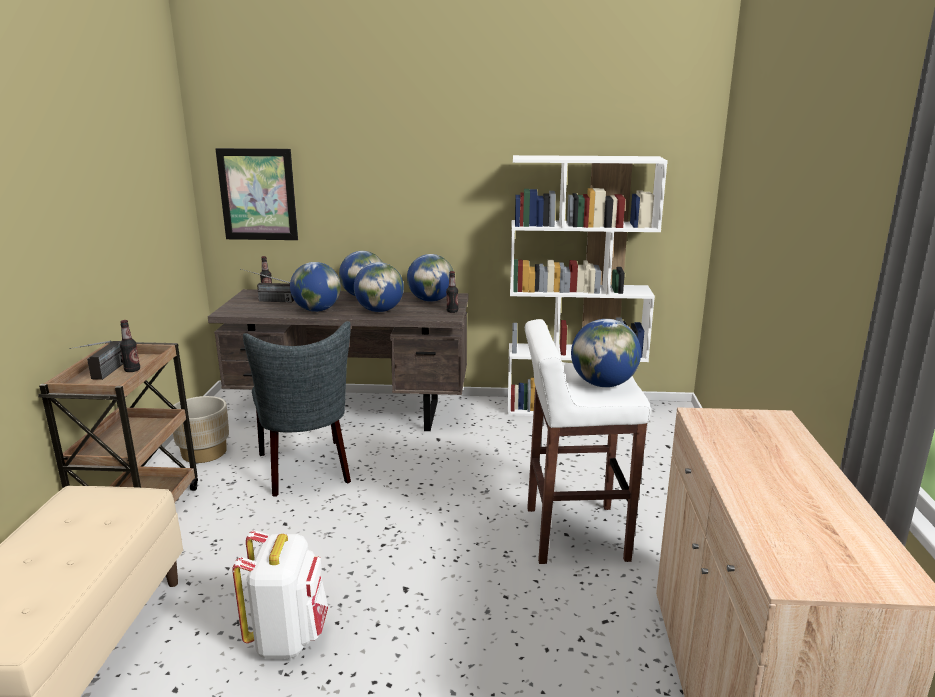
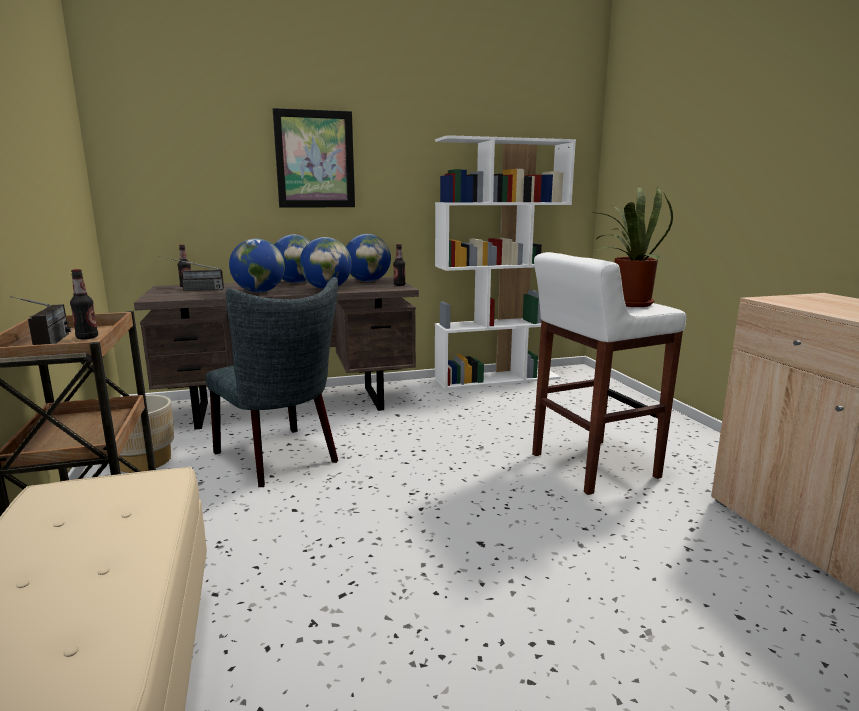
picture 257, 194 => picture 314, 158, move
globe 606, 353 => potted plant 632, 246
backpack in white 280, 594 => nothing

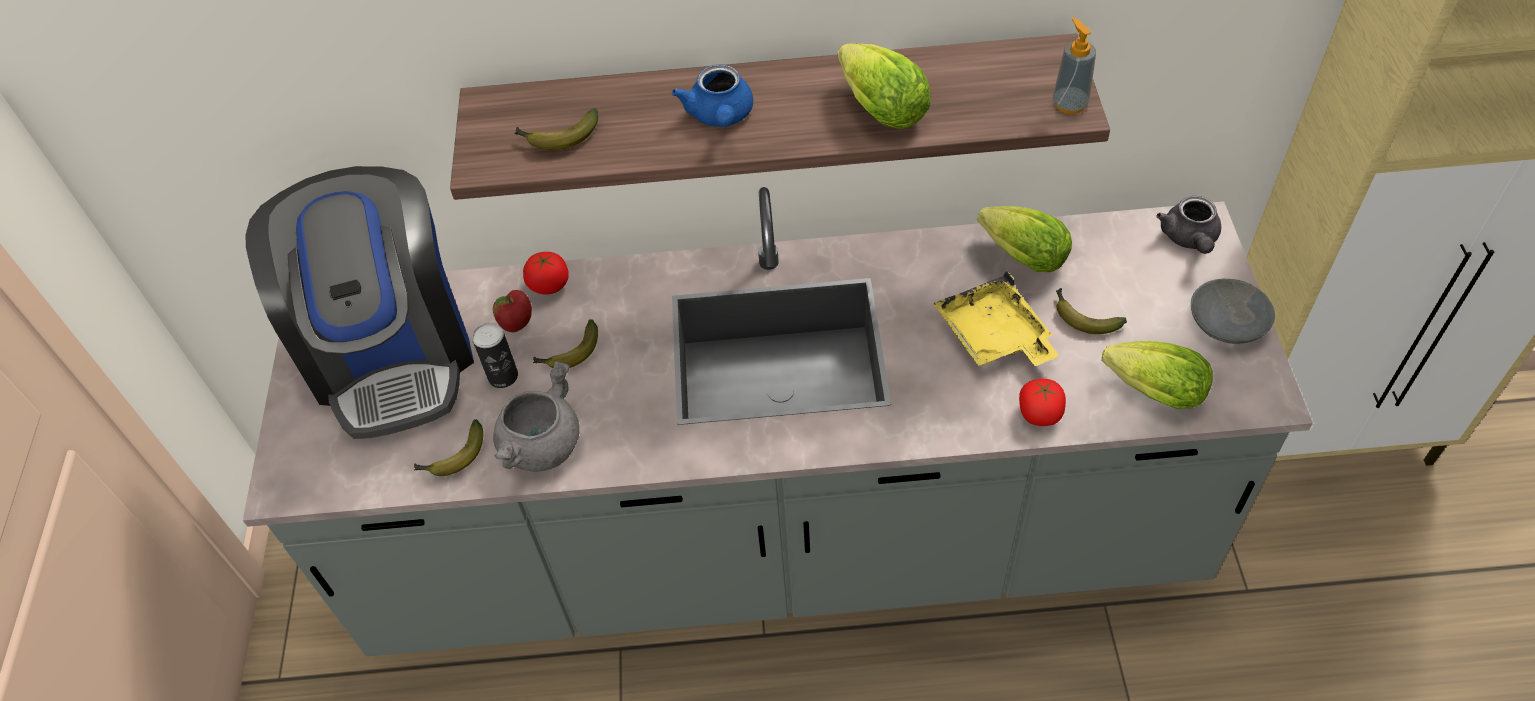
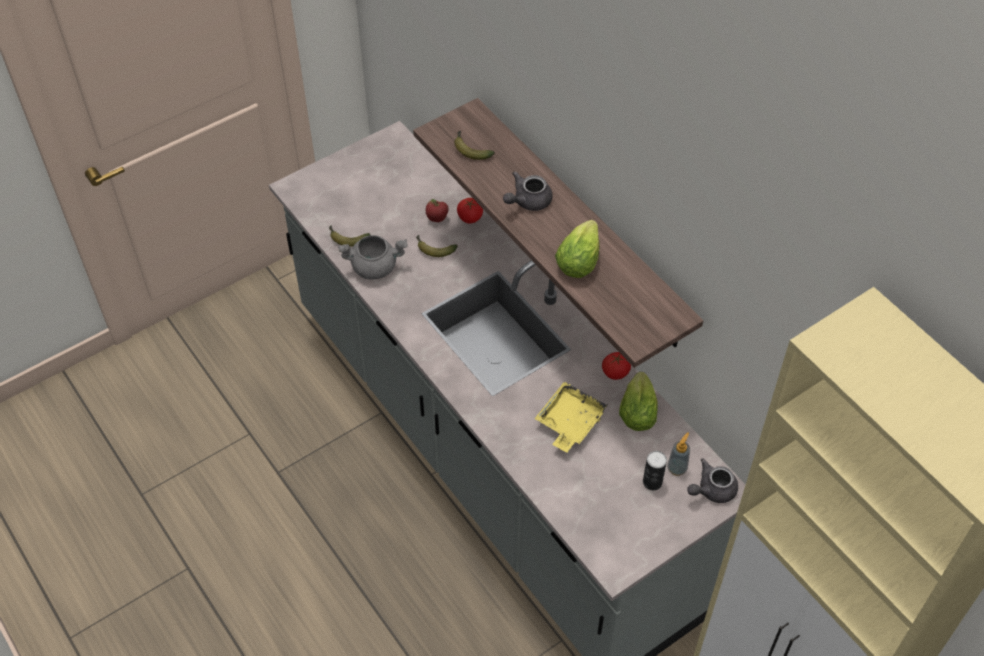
teapot in blue 712, 95 => teapot in grey 528, 191
tomato 1042, 402 => tomato 616, 366, move
can 495, 355 => can 655, 470, move
soap dispenser 1074, 65 => soap dispenser 678, 454, move
coffee machine 359, 302 => nothing
banana 1091, 311 => nothing
lettuce 1157, 375 => nothing
bowl in grey 1233, 311 => nothing

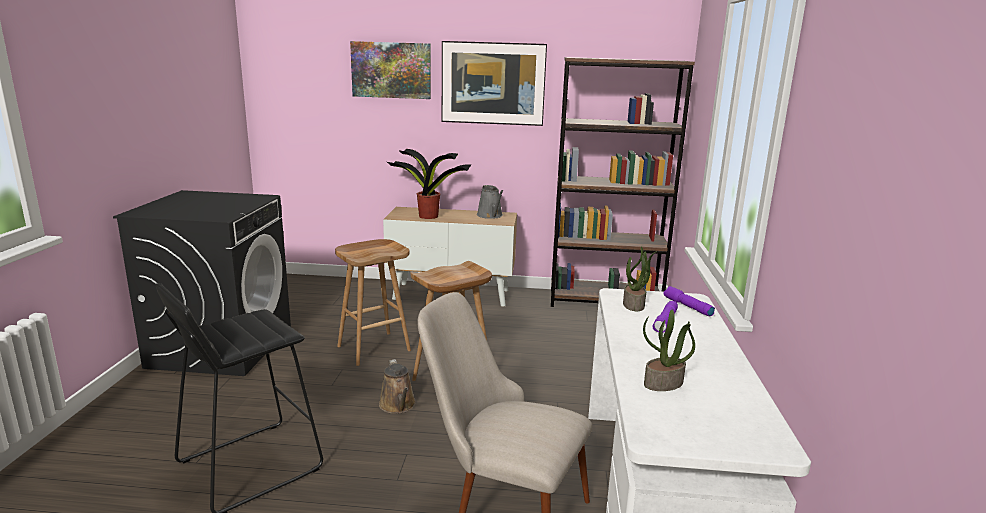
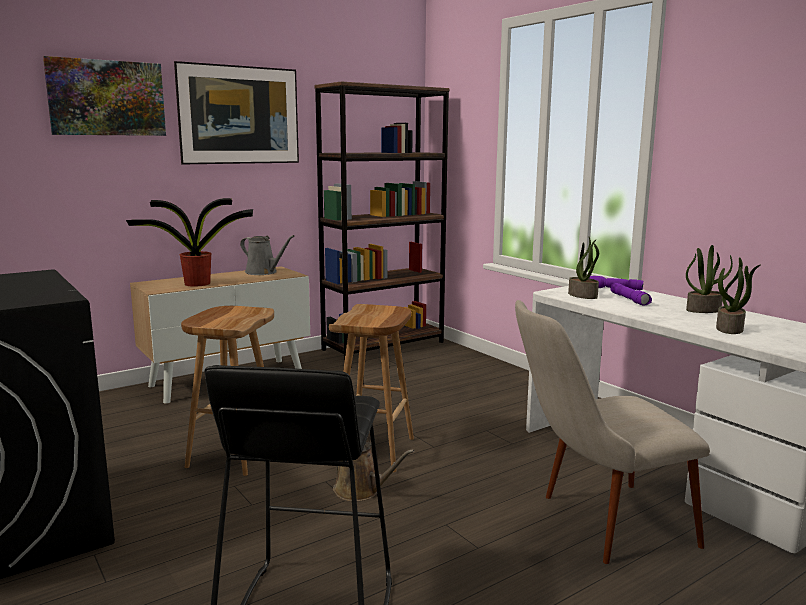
nothing => potted plant 709, 279

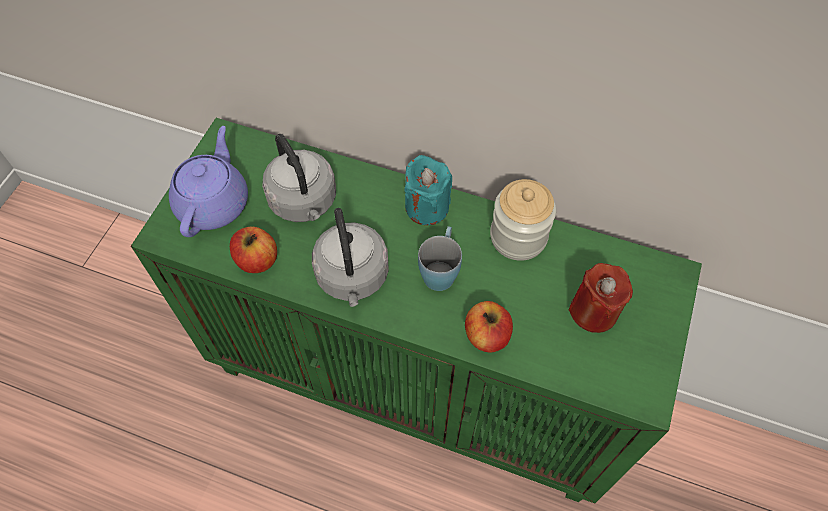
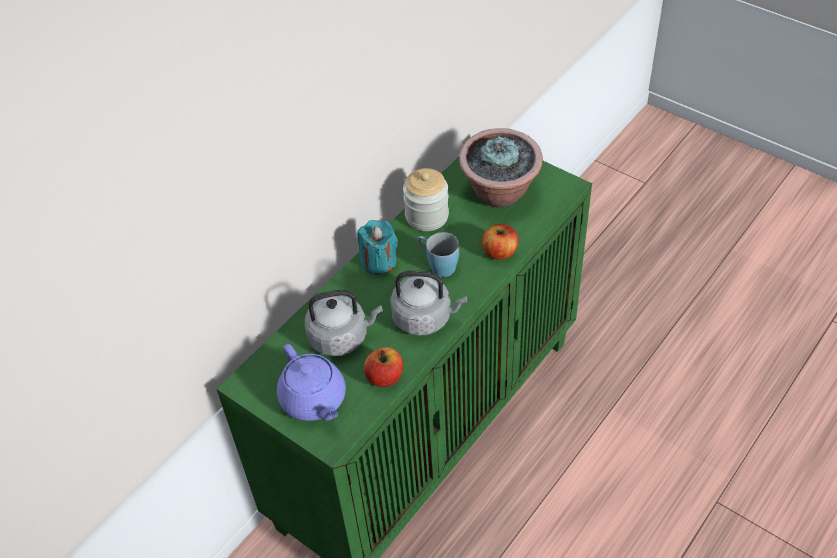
teapot in purple 208, 181 => teapot in purple 311, 382, 150 degrees counterclockwise
candle in red 601, 298 => potted plant 501, 168

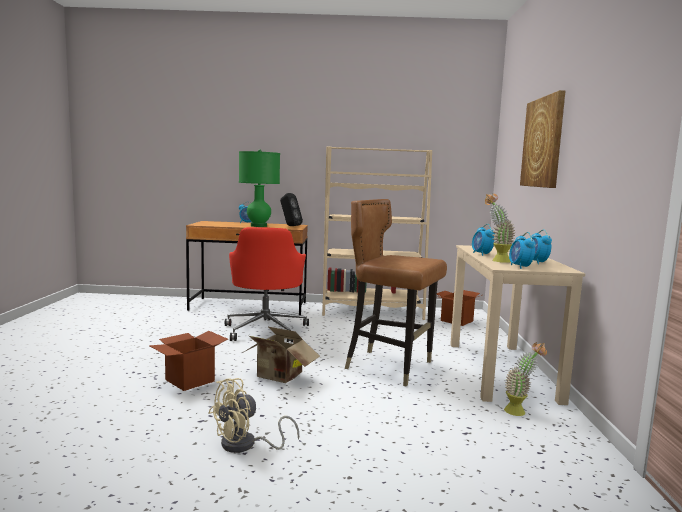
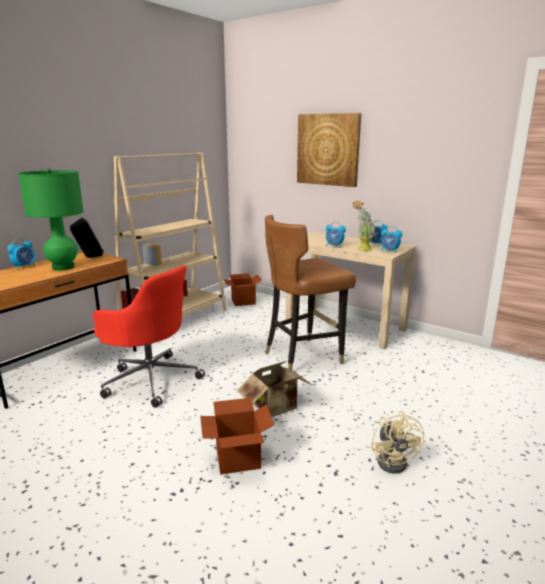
potted plant 525, 379 => nothing

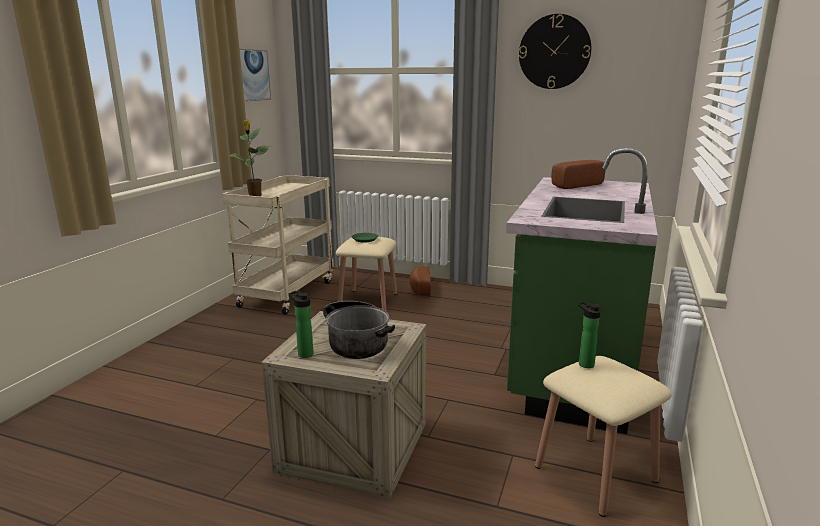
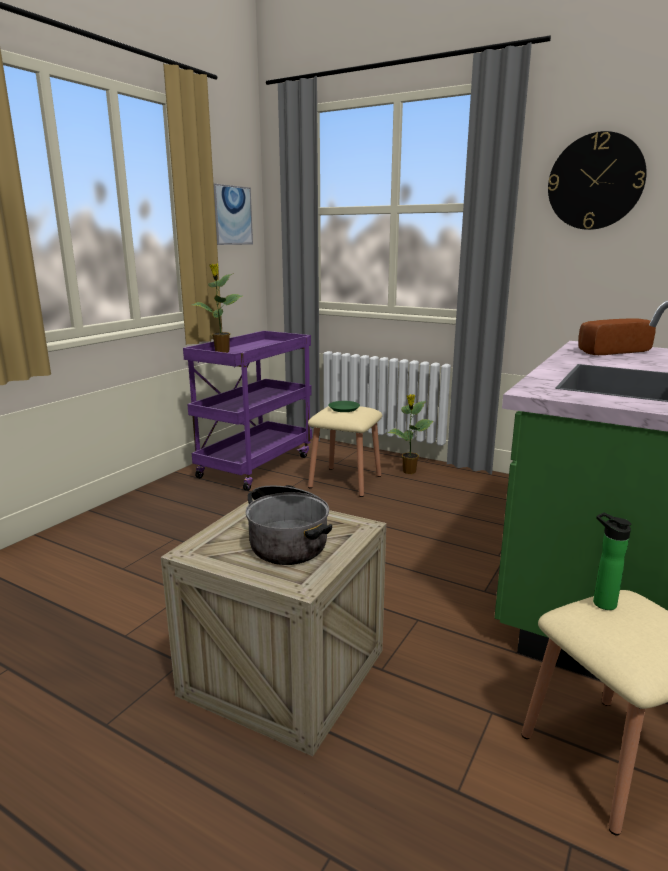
cart in beige 278, 245 => cart in purple 247, 411
bread 420, 281 => potted plant 410, 434
bottle 300, 324 => nothing

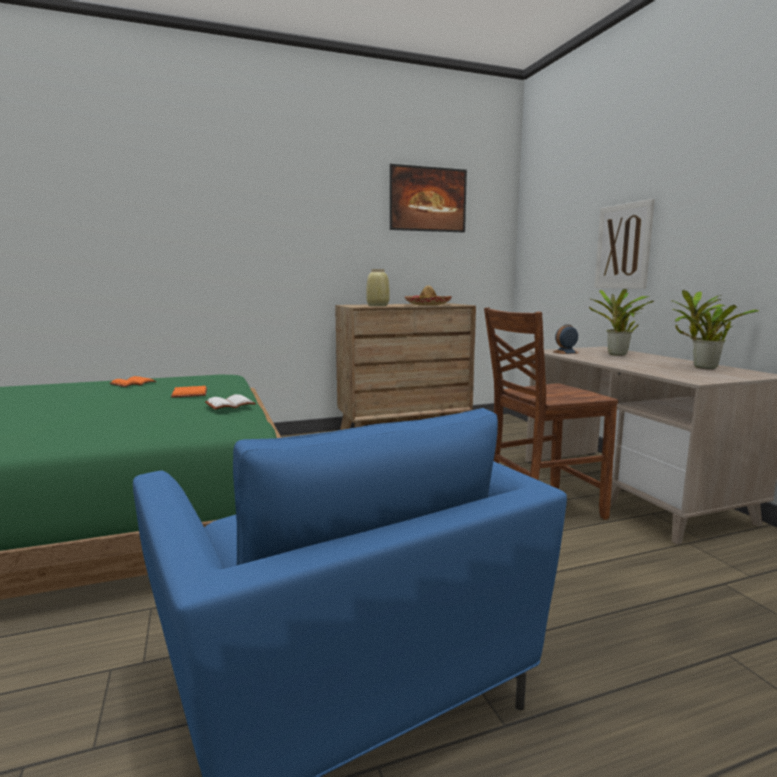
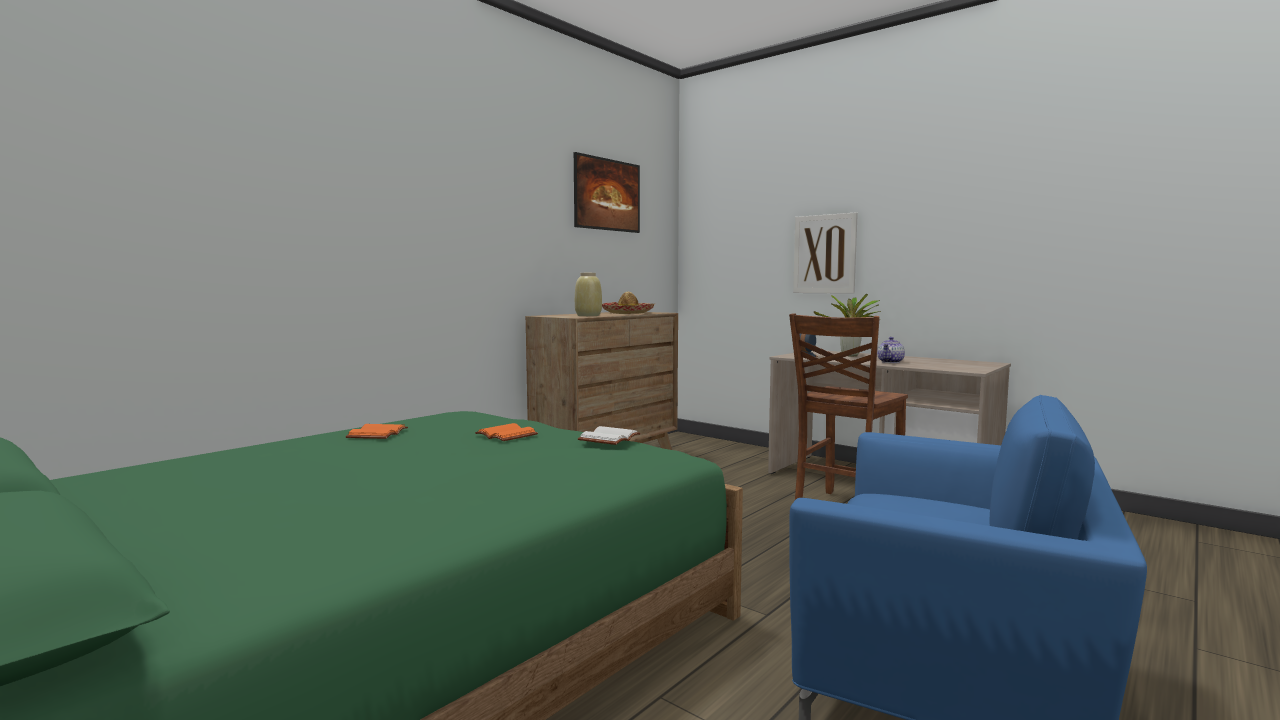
nothing => teapot 891, 350
potted plant 715, 329 => nothing

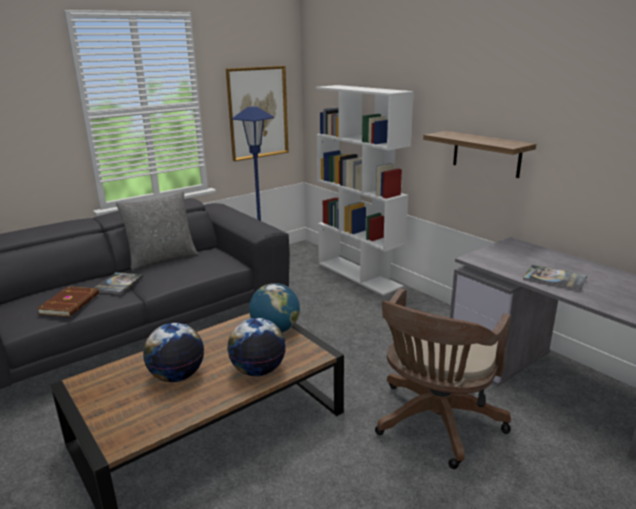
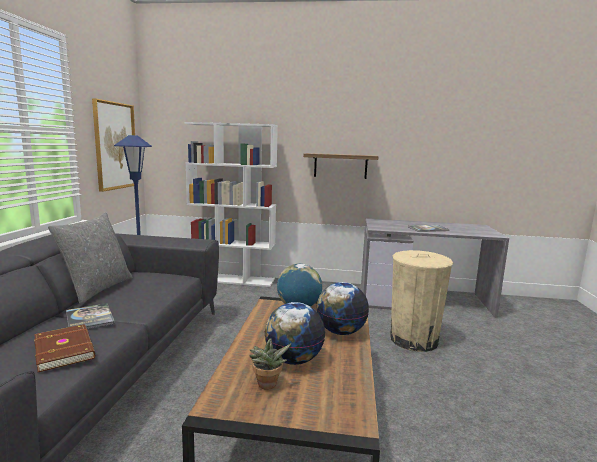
nothing => potted plant 270, 364
office chair in brown 443, 378 => trash can in beige 421, 301

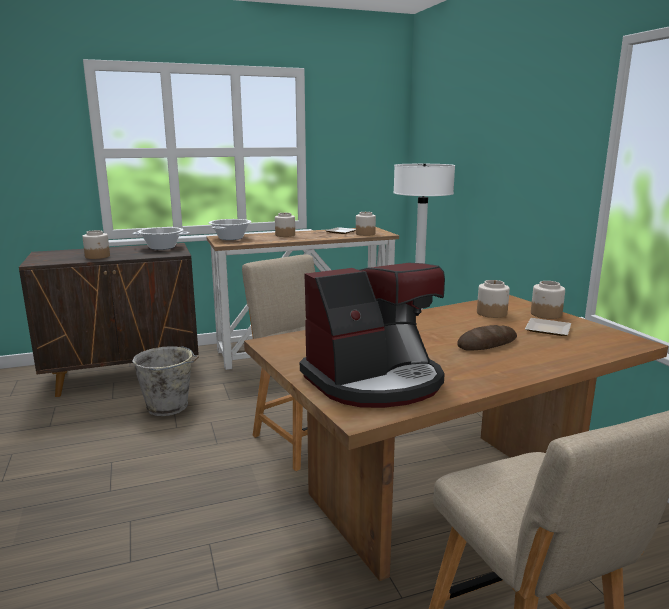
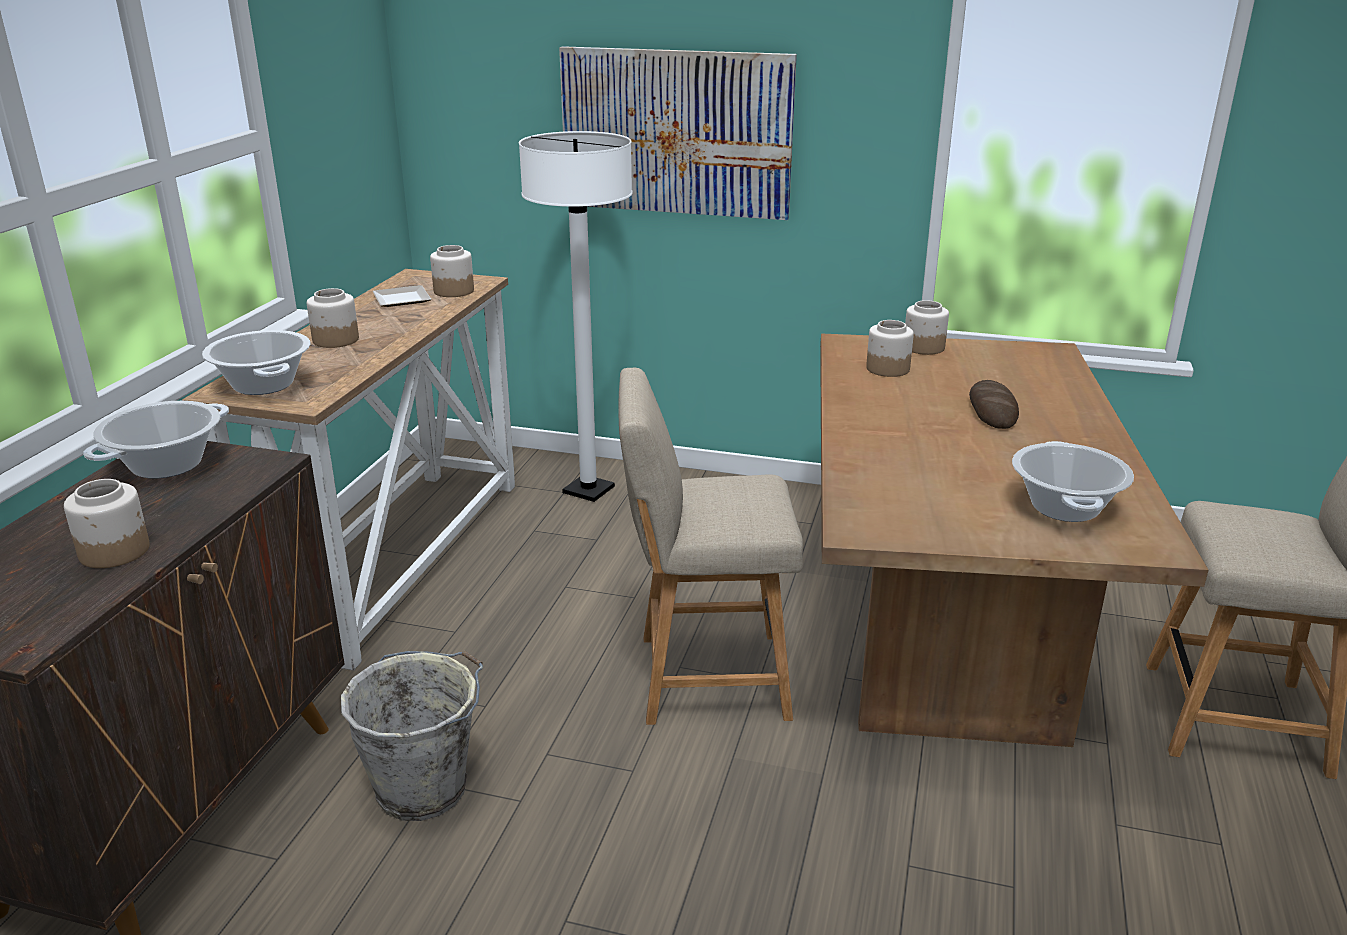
nothing => picture 678, 133
coffee machine 372, 335 => cooking pot 1073, 481
plate 548, 327 => nothing

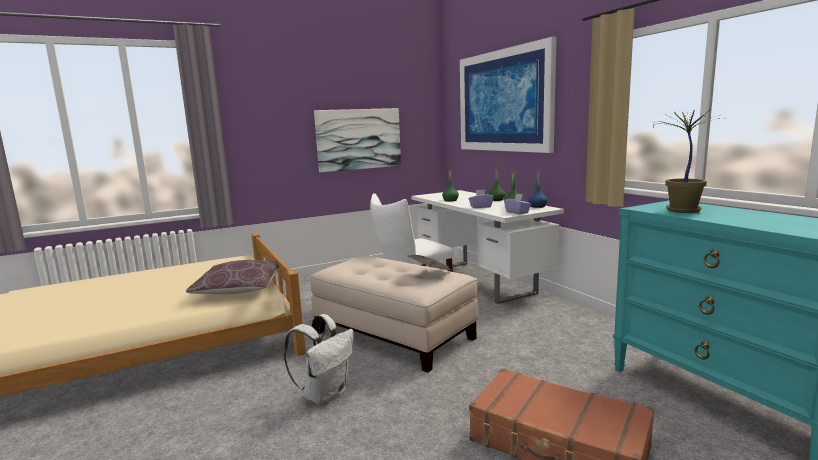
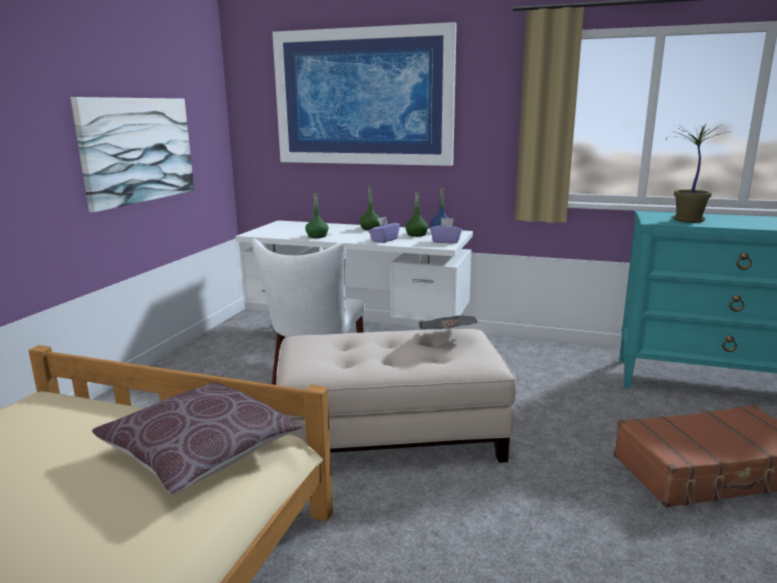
backpack in white 319, 360 => nothing

